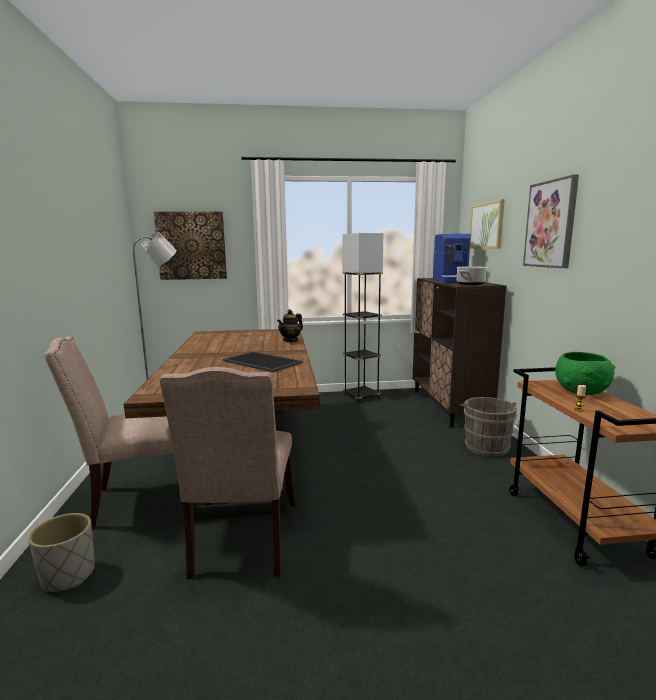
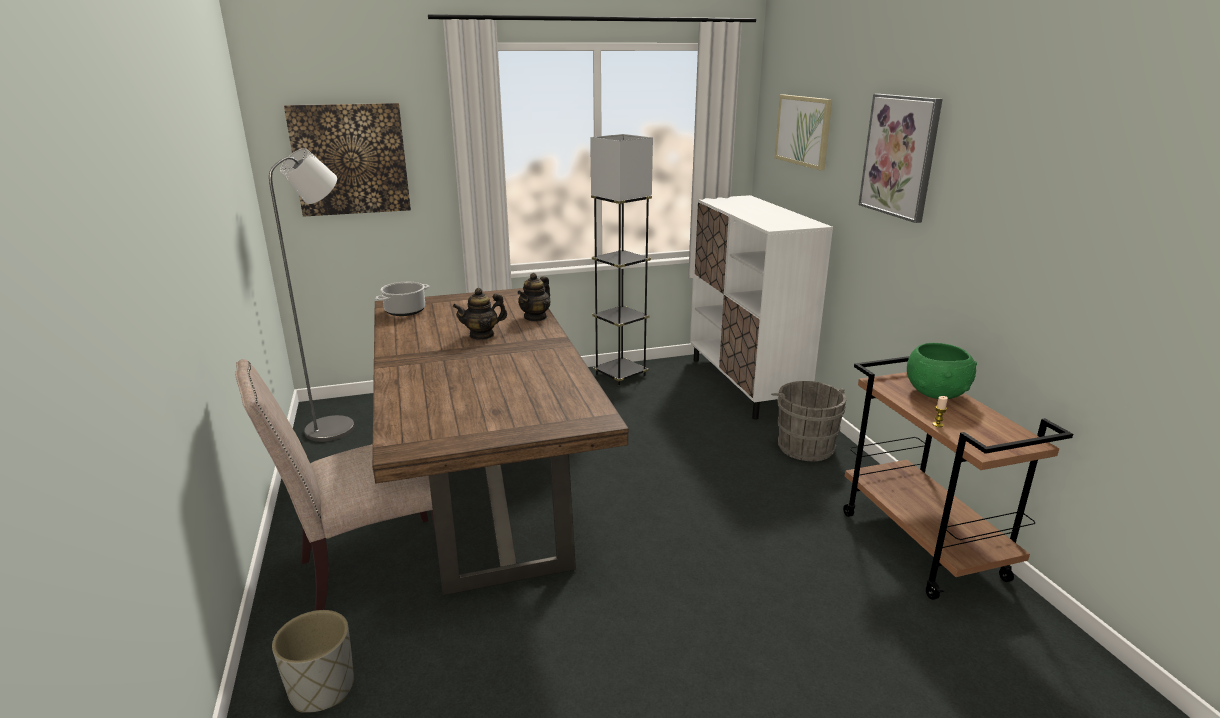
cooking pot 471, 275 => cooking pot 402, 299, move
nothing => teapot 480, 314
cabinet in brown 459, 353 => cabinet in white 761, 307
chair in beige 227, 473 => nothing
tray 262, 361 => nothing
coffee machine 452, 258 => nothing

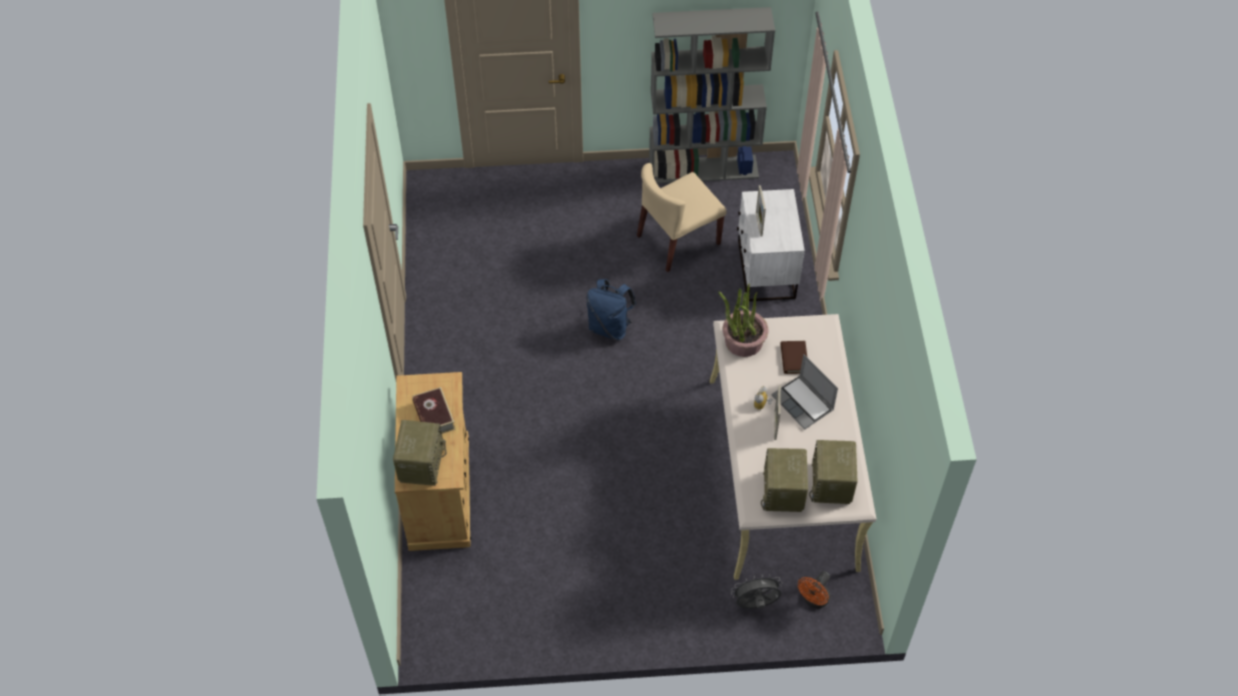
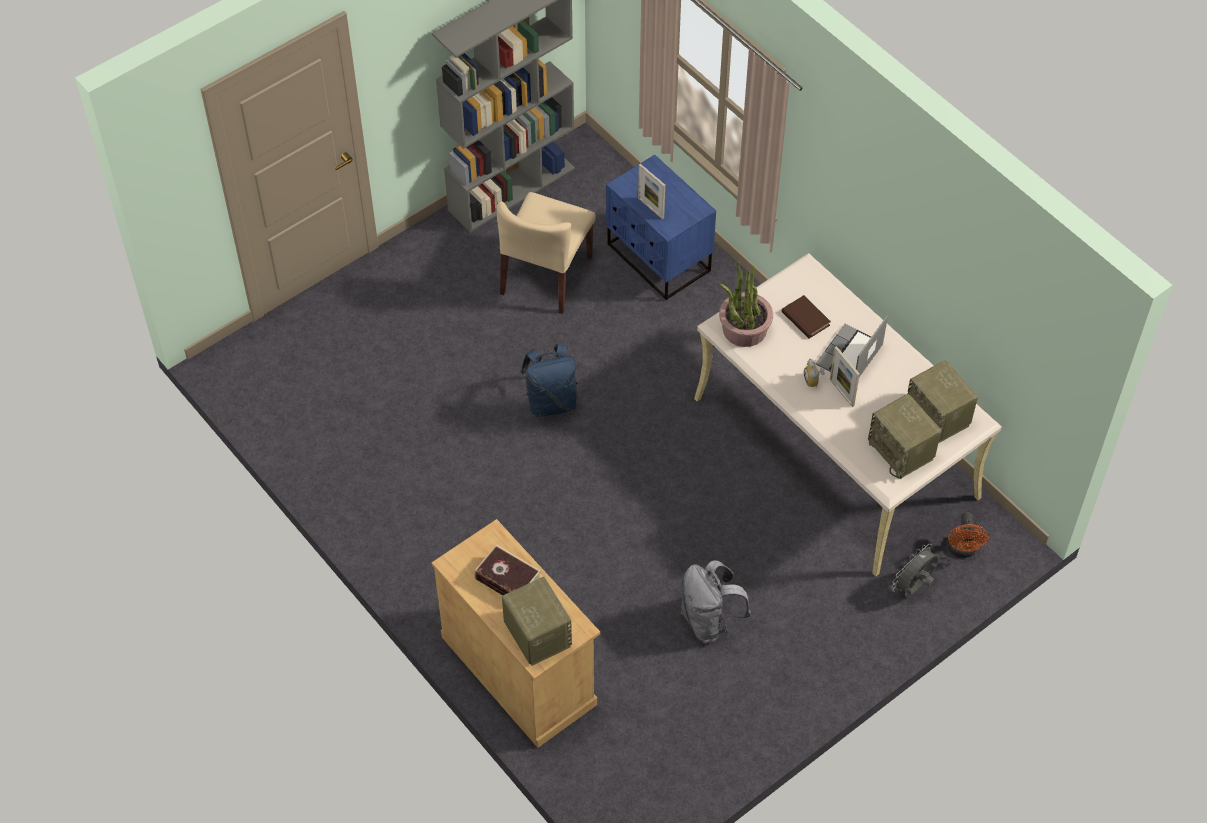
nightstand in white 771, 245 => nightstand in blue 661, 227
nothing => backpack in grey 716, 601
laptop 804, 391 => laptop 852, 346, 105 degrees clockwise

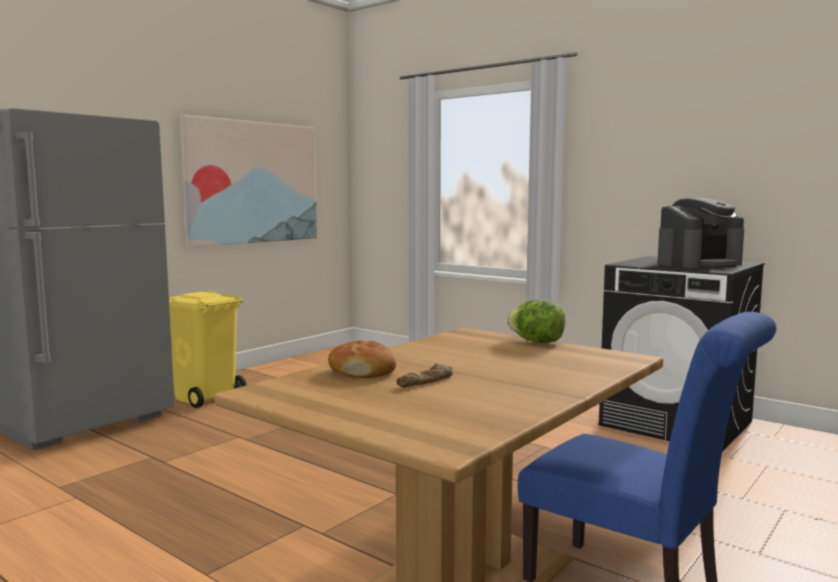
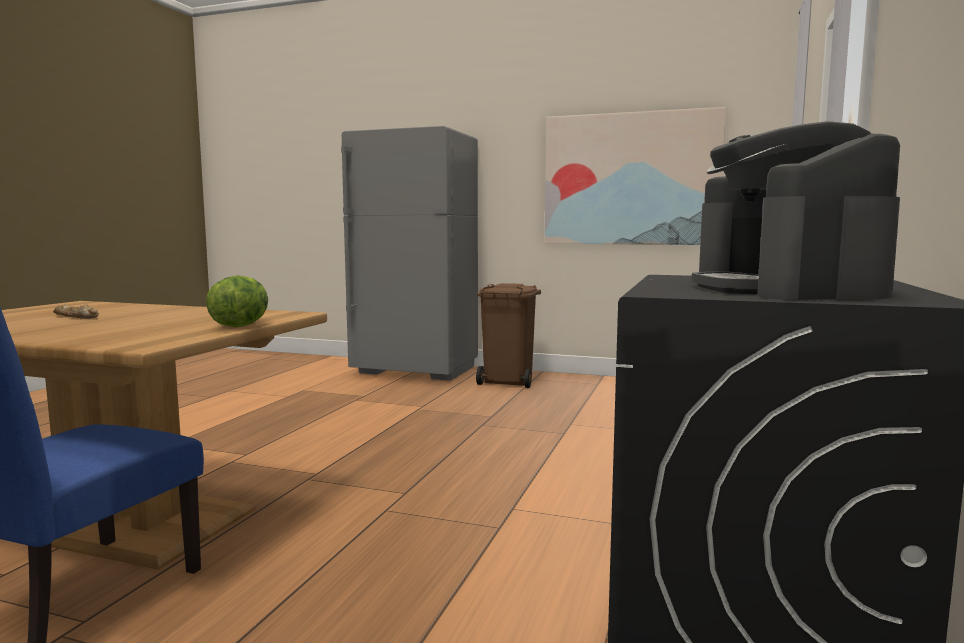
trash can in yellow 207, 349 => trash can in brown 508, 335
coffee machine 700, 233 => coffee machine 796, 210, 45 degrees clockwise
bread 362, 359 => nothing

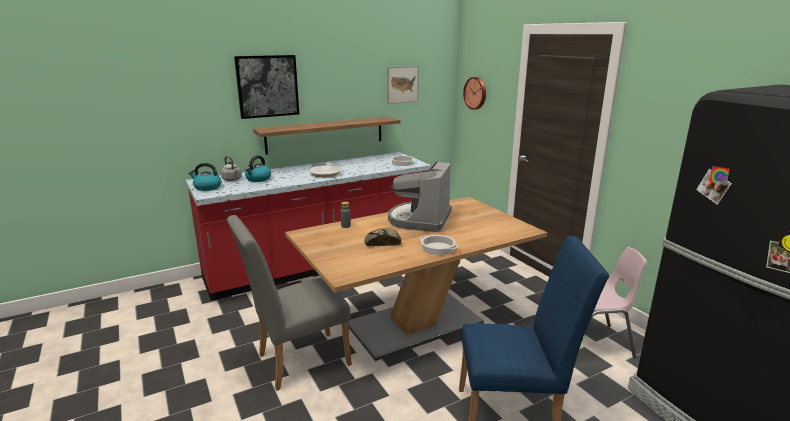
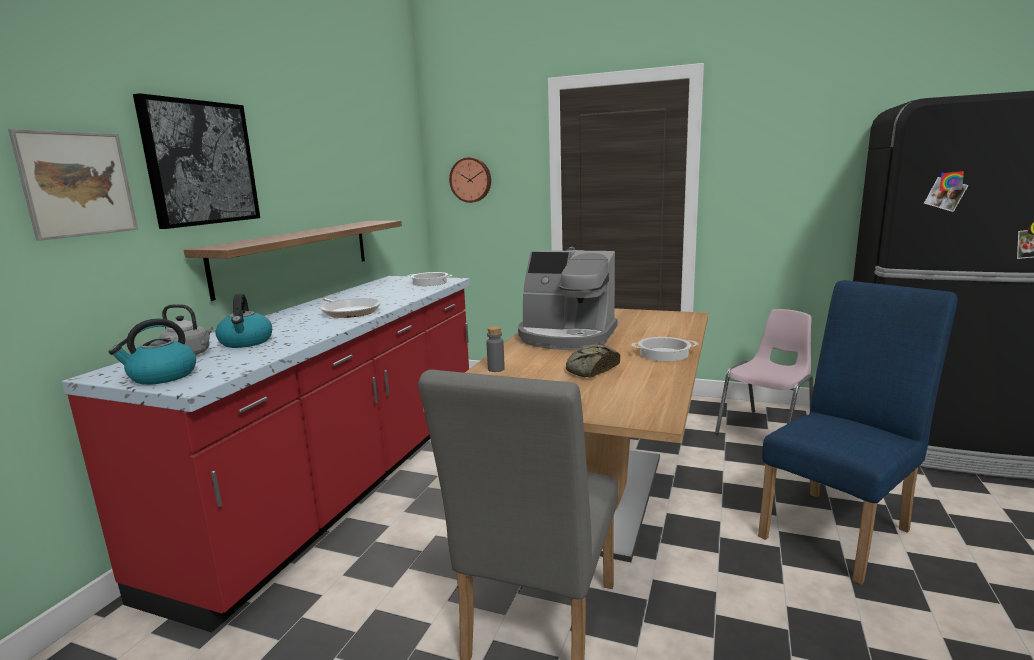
picture 403, 85 => picture 73, 185, move
coffee machine 420, 196 => coffee machine 567, 300, 45 degrees counterclockwise

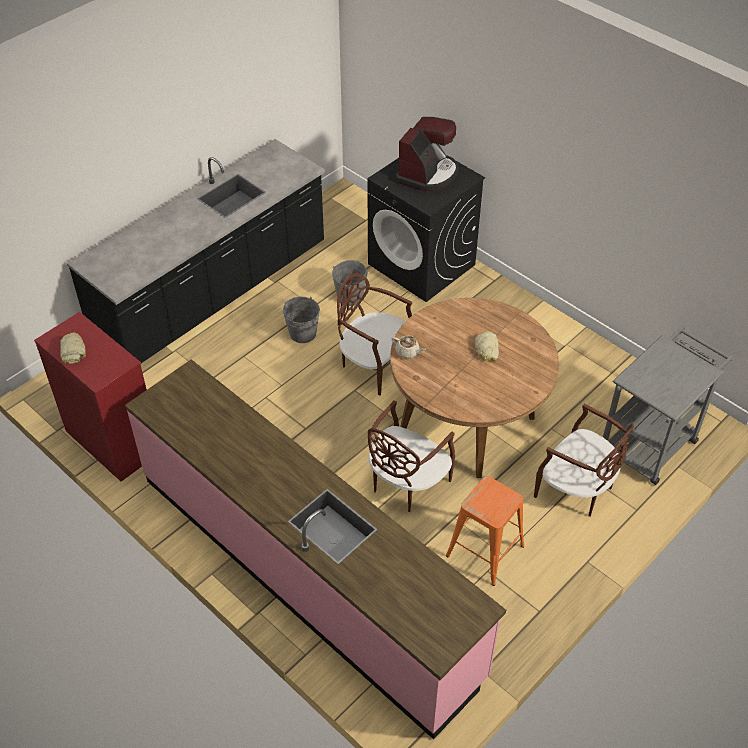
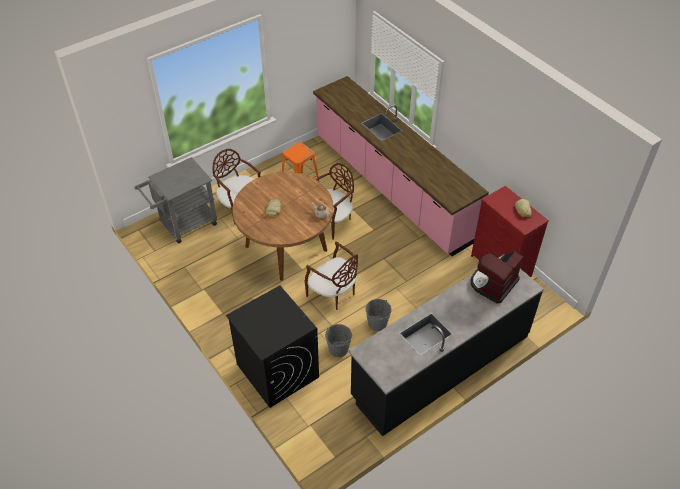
coffee machine 427, 154 => coffee machine 497, 277, move

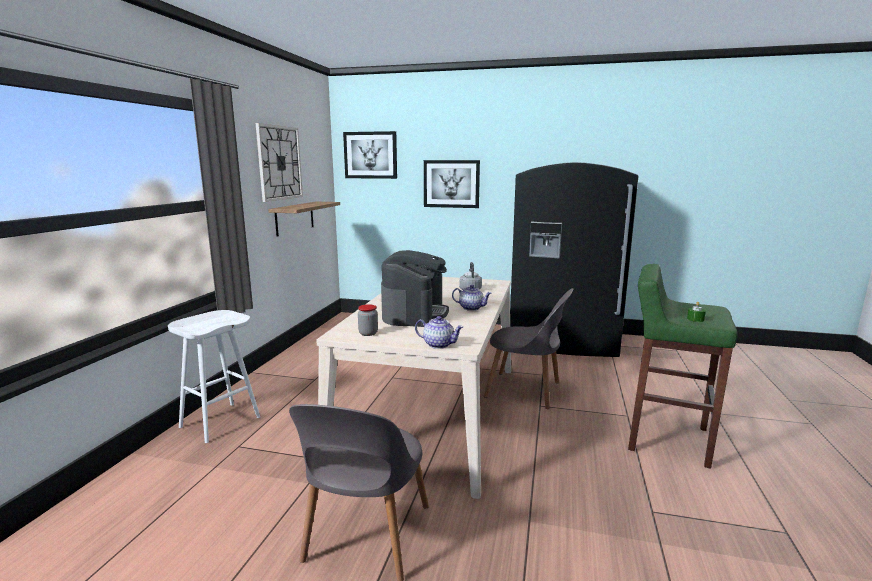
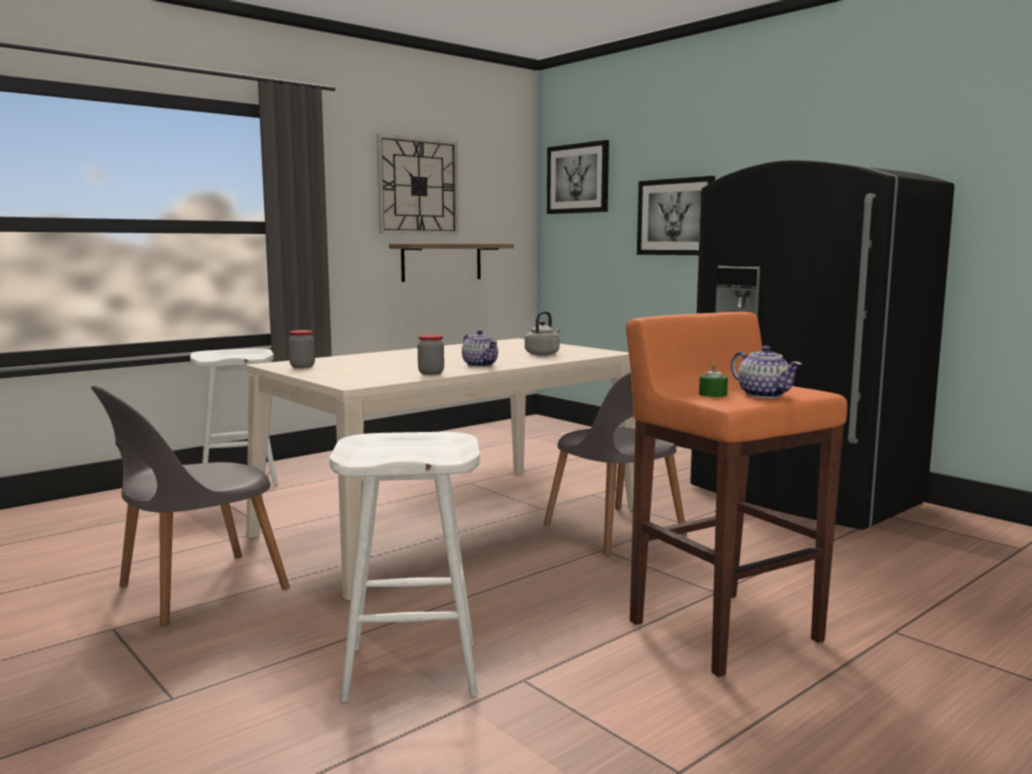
nothing => stool in white 404, 567
nothing => jar 431, 355
stool in green 683, 366 => stool in orange 736, 494
teapot 439, 332 => teapot 766, 372, move
coffee machine 415, 288 => nothing

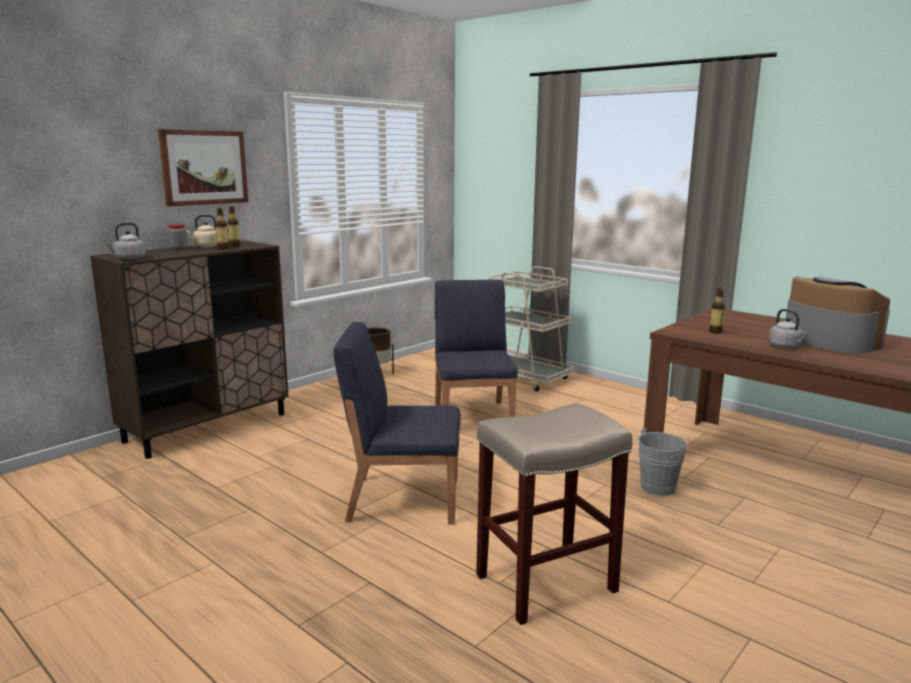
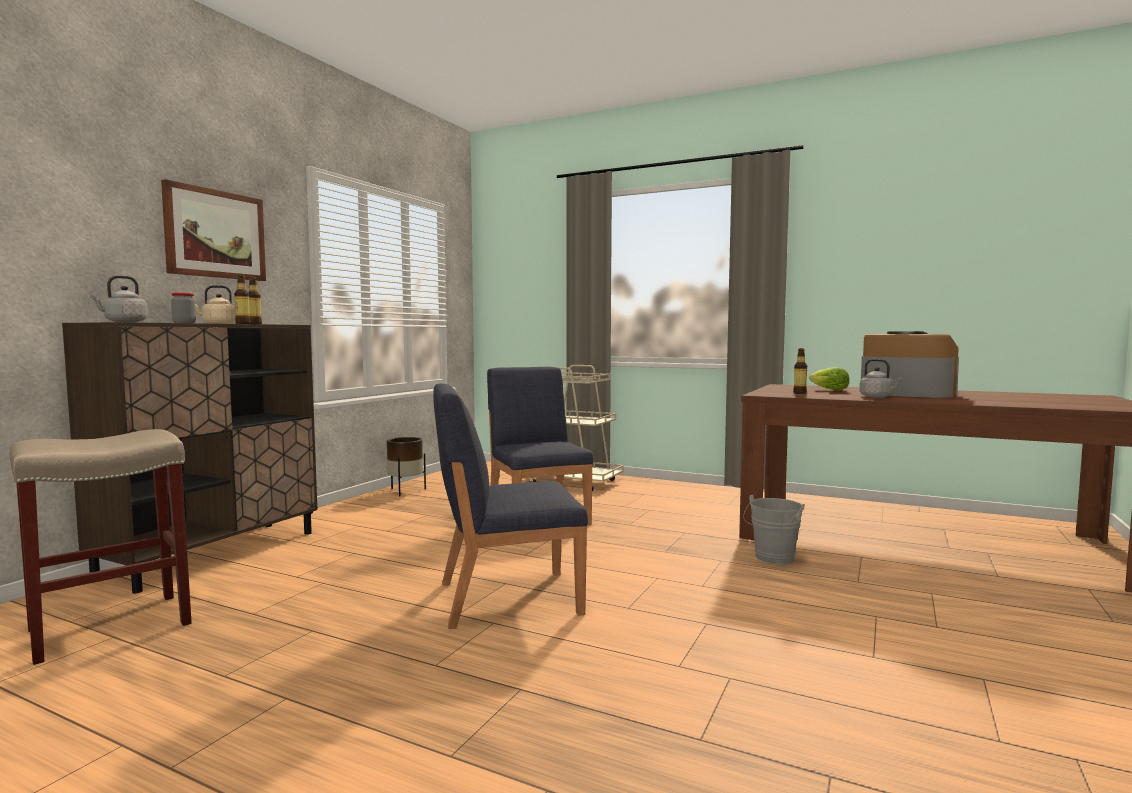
stool in beige 554, 514 => stool in beige 100, 547, move
nothing => lettuce 829, 379

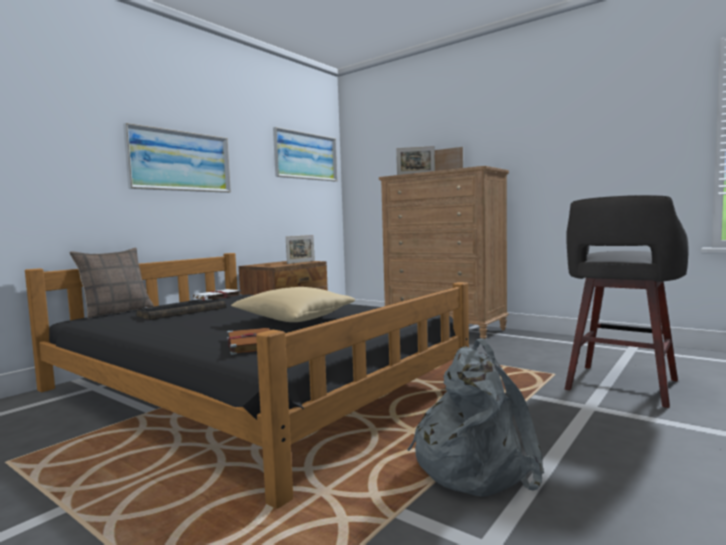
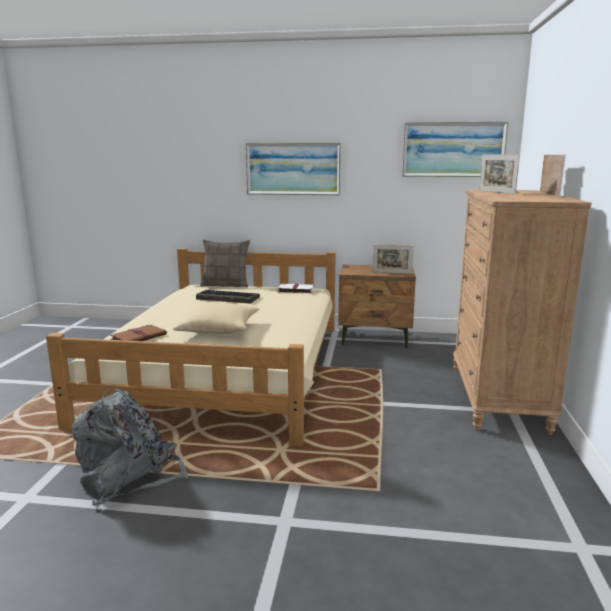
bed in black 247, 381 => bed in beige 191, 347
stool in grey 626, 301 => nothing

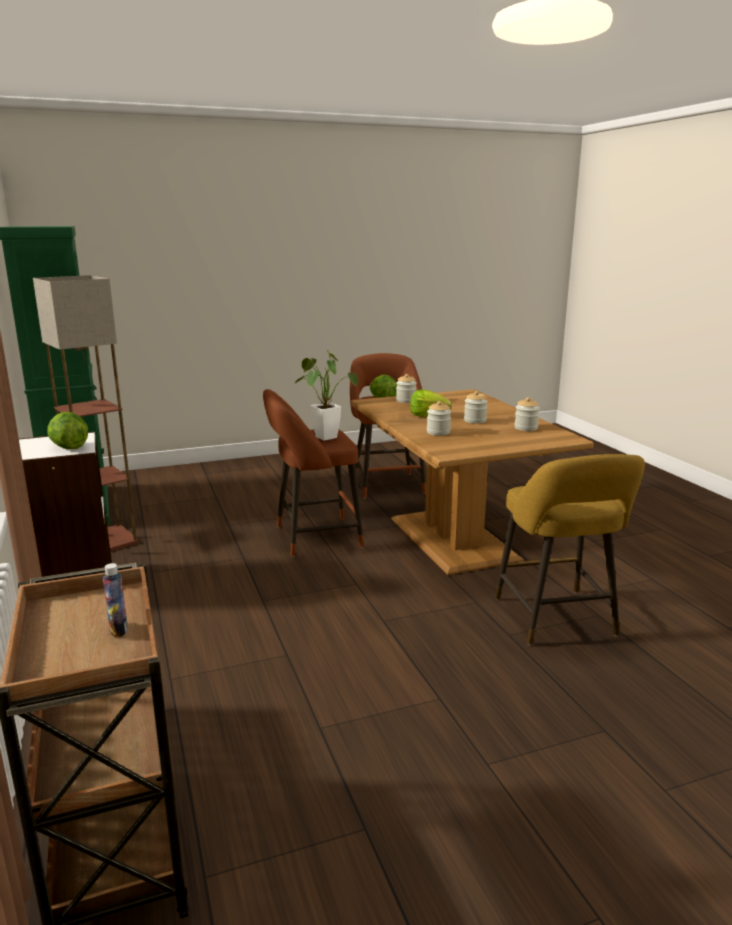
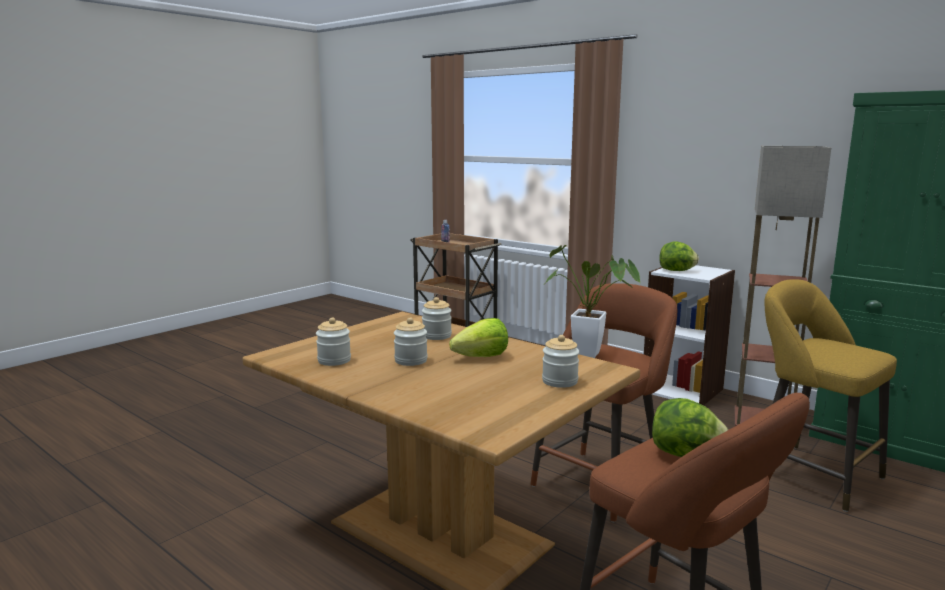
stool in yellow 570, 550 => stool in yellow 830, 395, move

